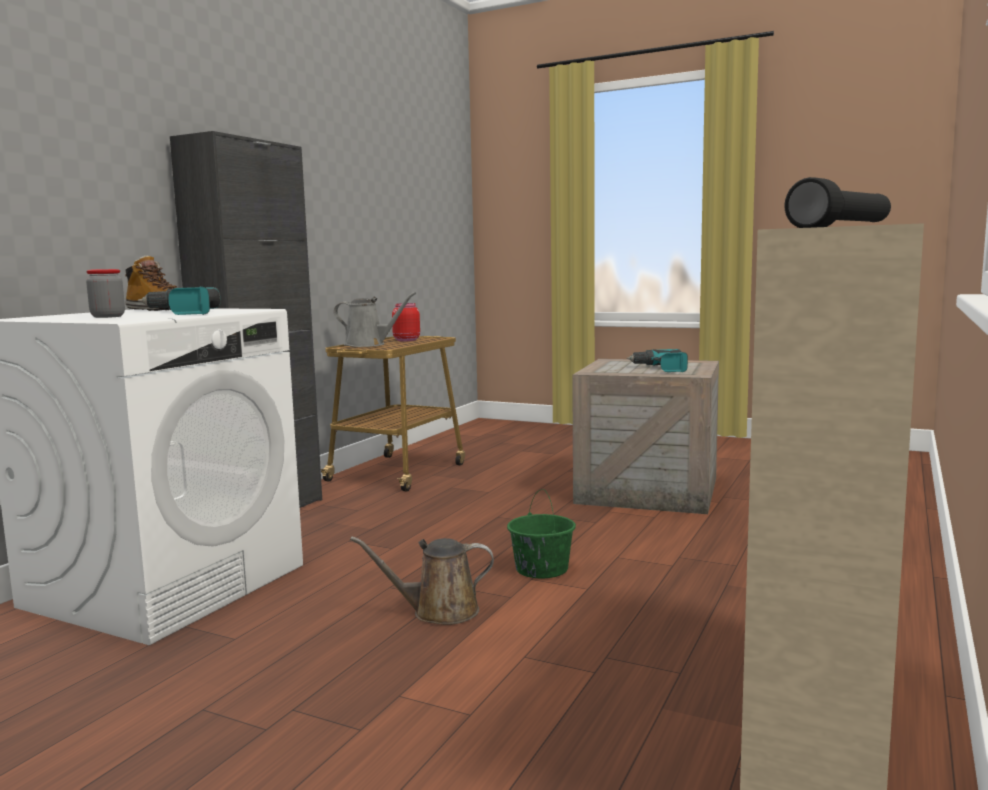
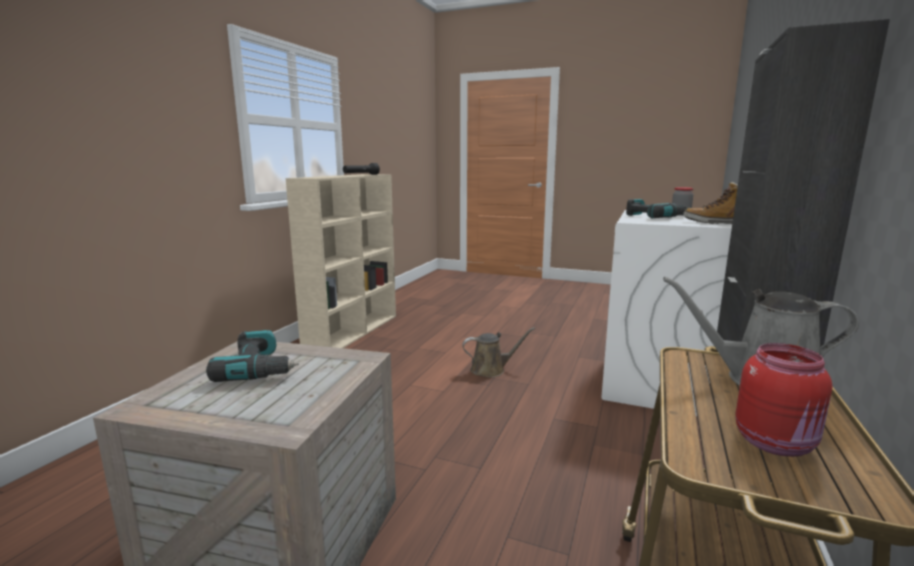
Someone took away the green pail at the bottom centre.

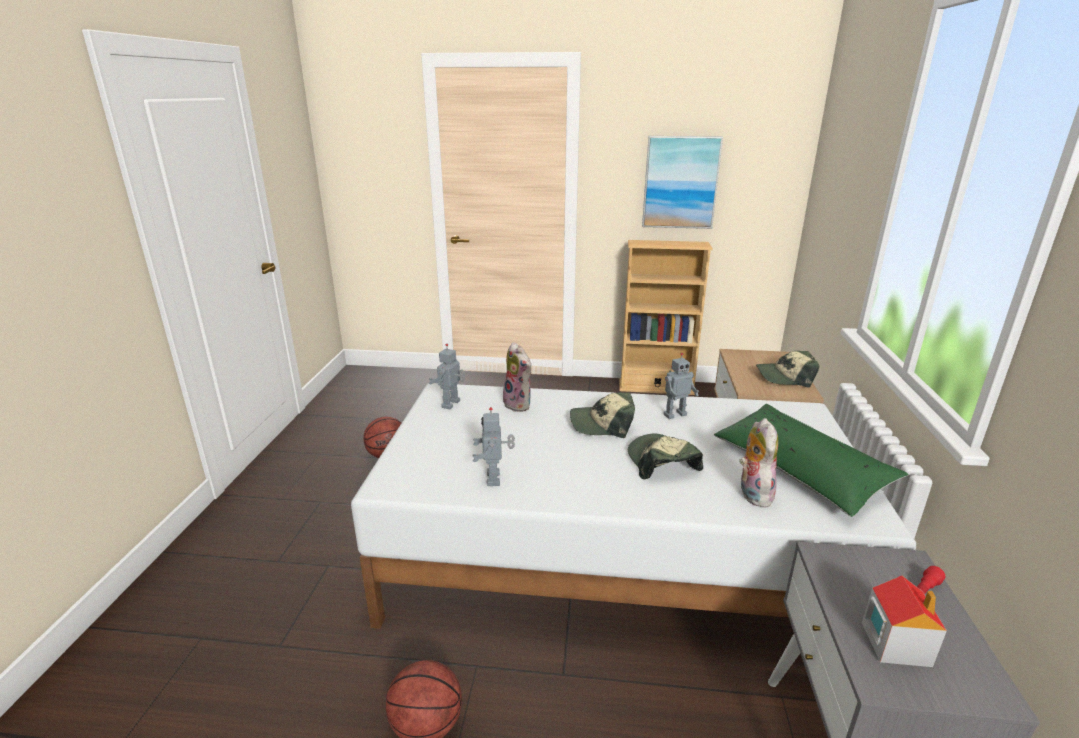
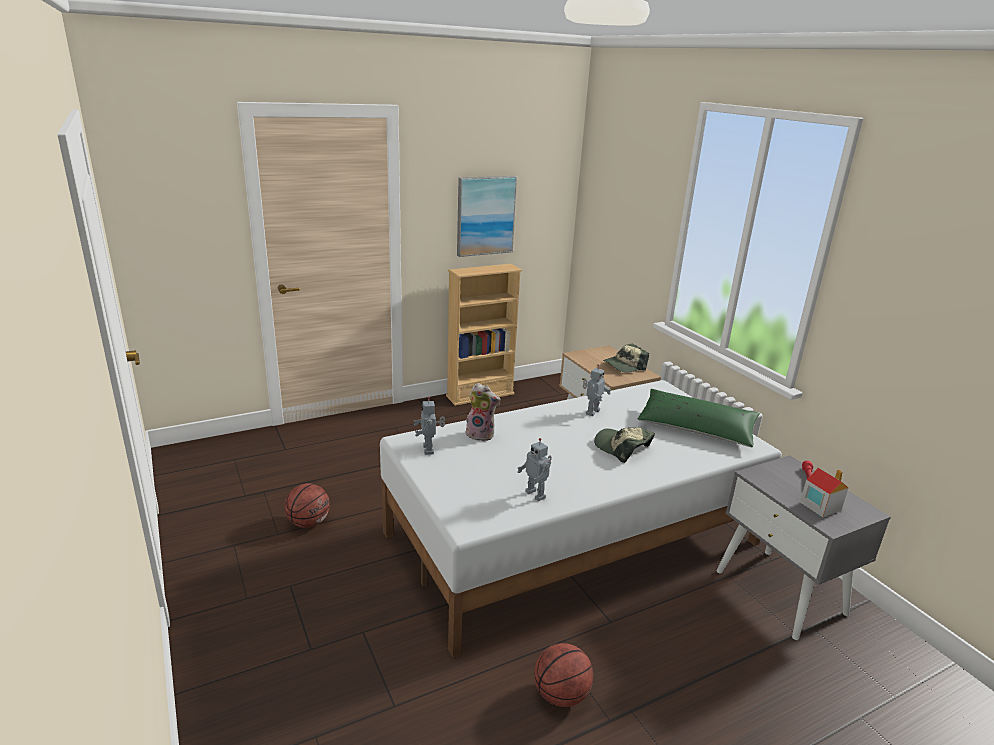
Someone took away the cap (no. 1 from left) at the centre. Someone took away the soft toy (no. 2 from left) at the middle right.

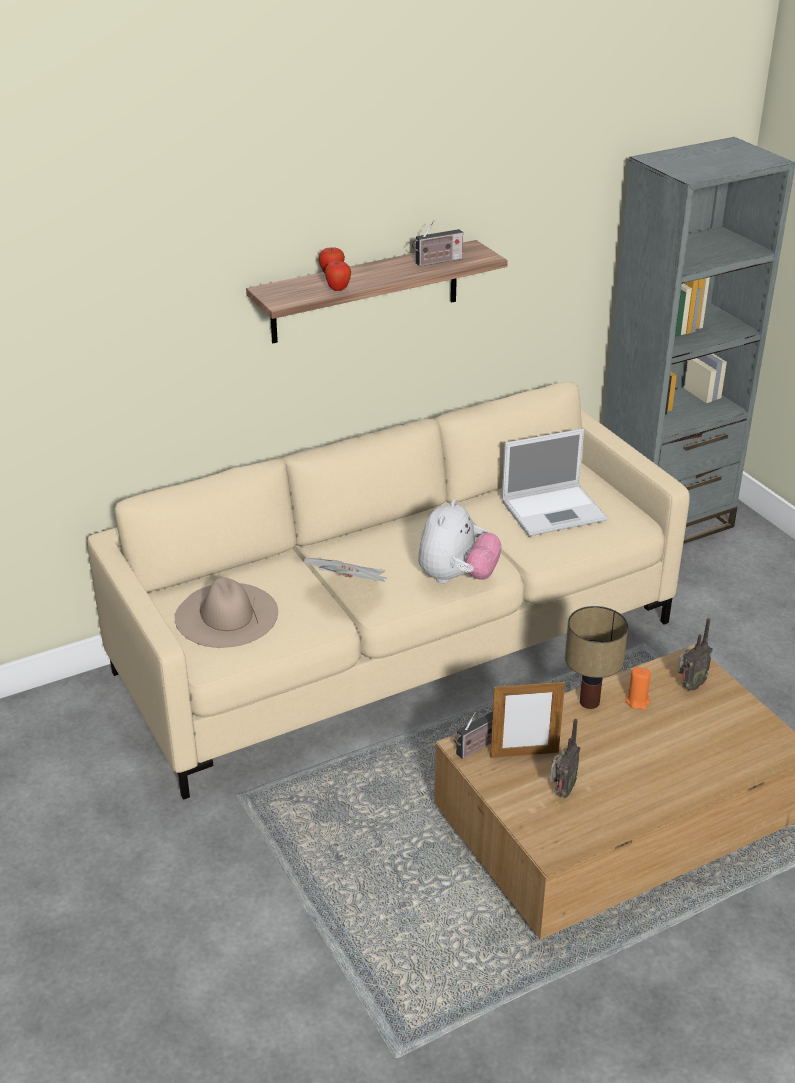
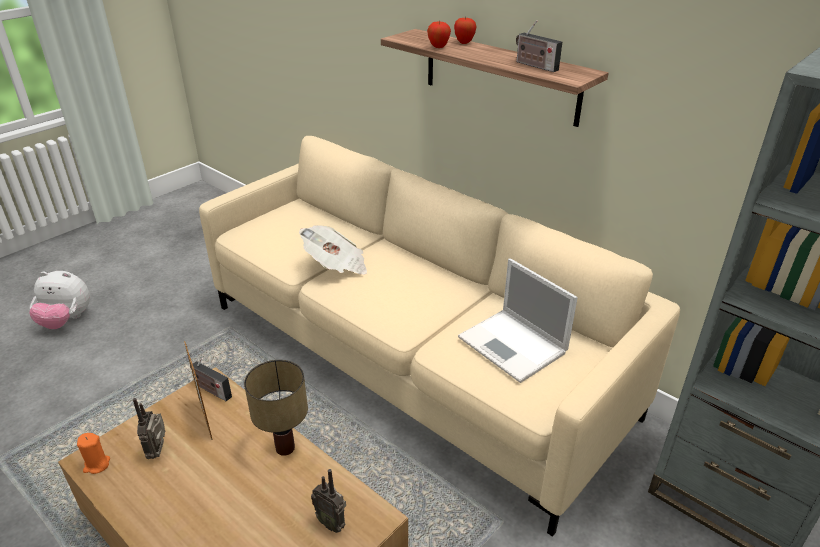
Someone carried the soft toy from the centre to the middle left. Someone carried the orangey wax light from the middle right to the bottom left. Someone rotated the radio receiver (no. 3 from left in the first image) at the bottom right by 75 degrees clockwise. Someone took away the sand-coloured wearable hat at the middle left.

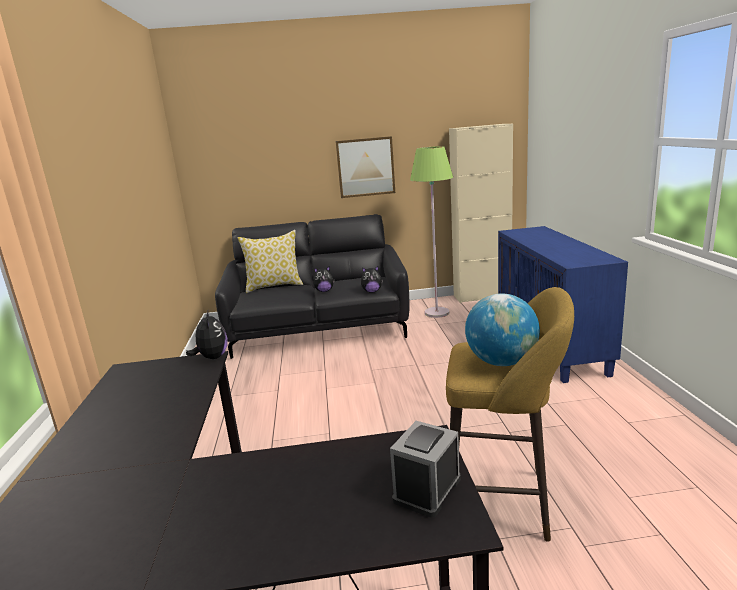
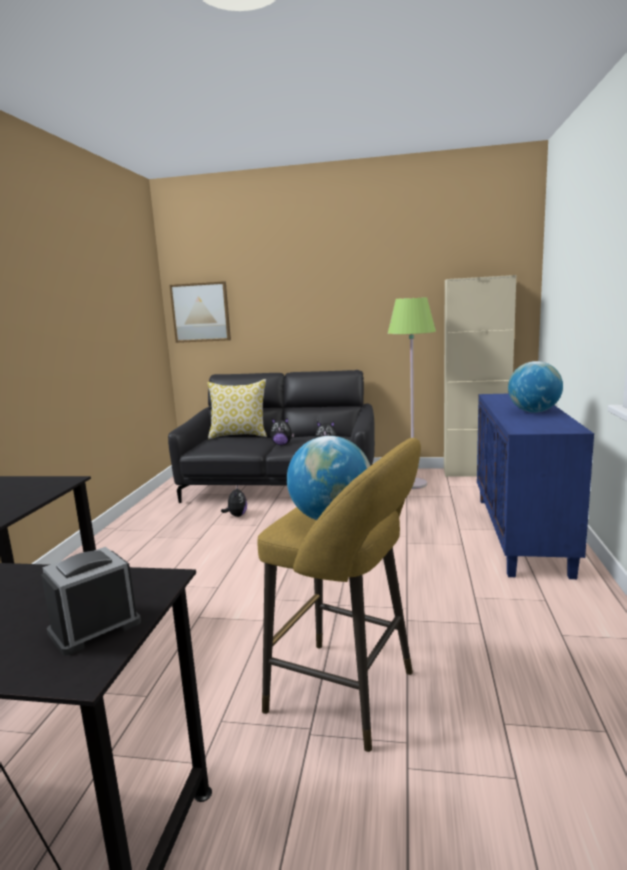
Someone carried the wall art from the top centre to the middle left. Someone carried the soft toy (no. 1 from left) from the middle left to the centre. Someone put down the desk globe (no. 2 from left) at the middle right.

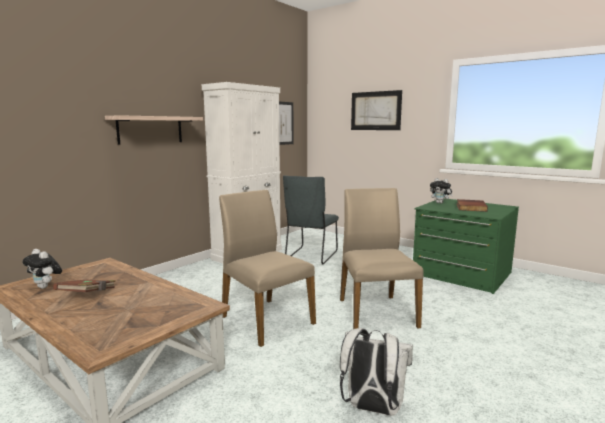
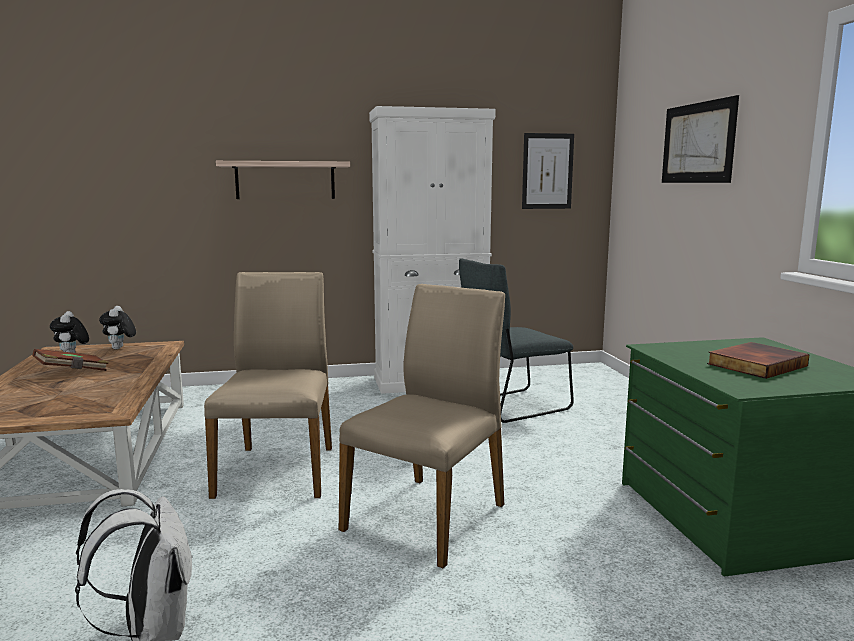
Someone carried the soft toy (no. 2 from left) from the middle right to the middle left.

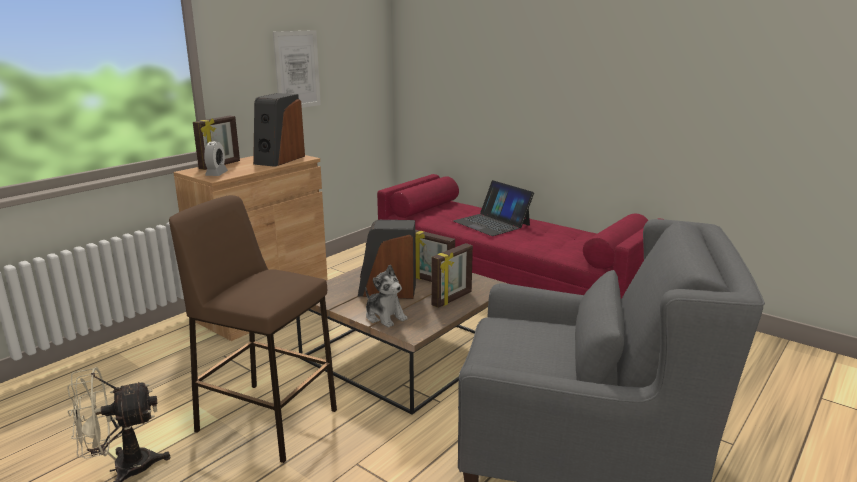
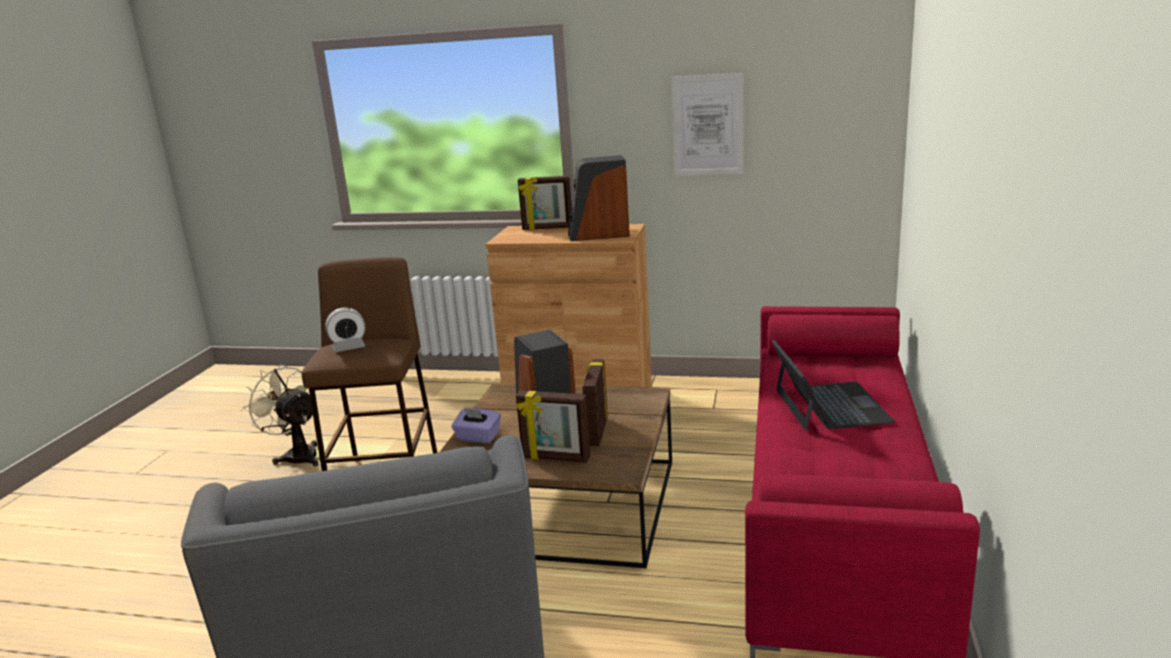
Someone carried the bedside clock from the top left to the middle left. Someone swapped the soft toy at the centre for the purple-coloured box of tissues at the centre. Someone rotated the laptop at the centre by 150 degrees clockwise.

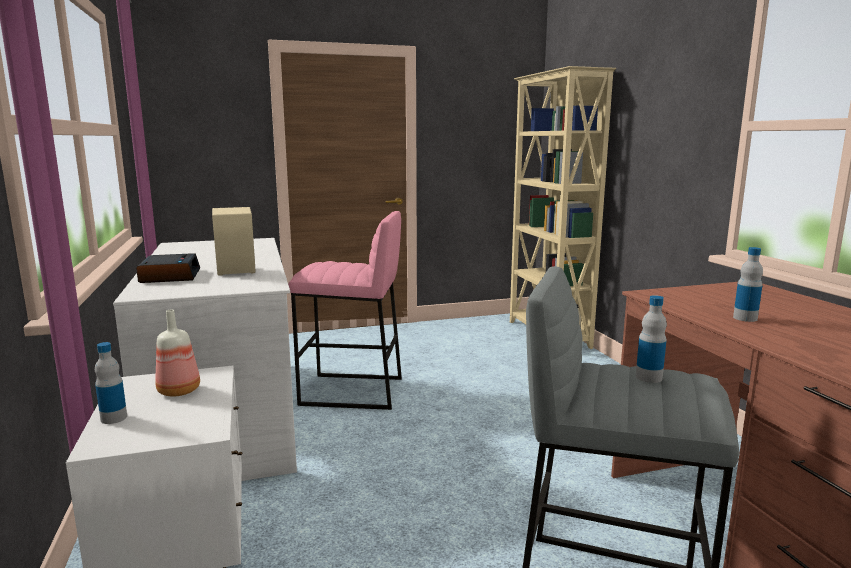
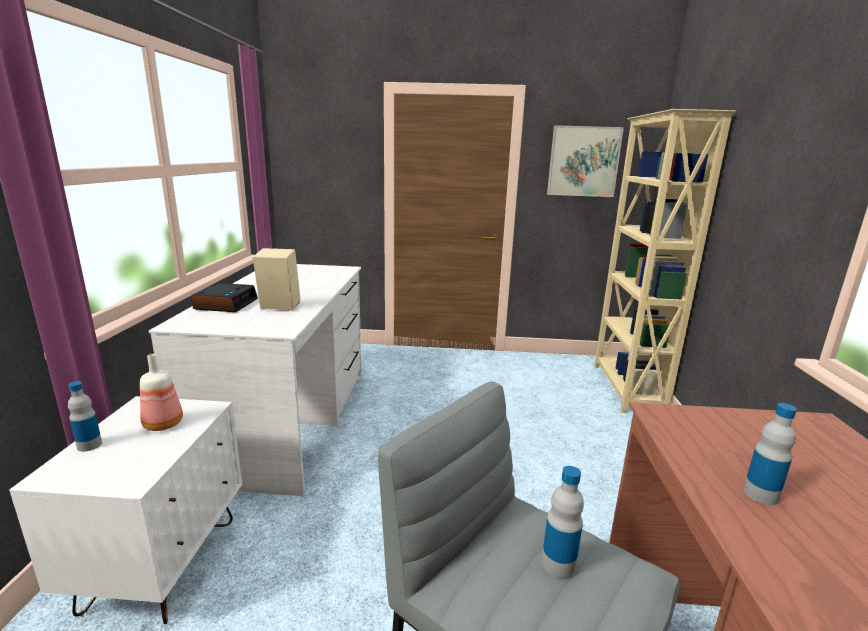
Someone put up the wall art at the top right. Someone took away the pinkish stool seat at the centre.

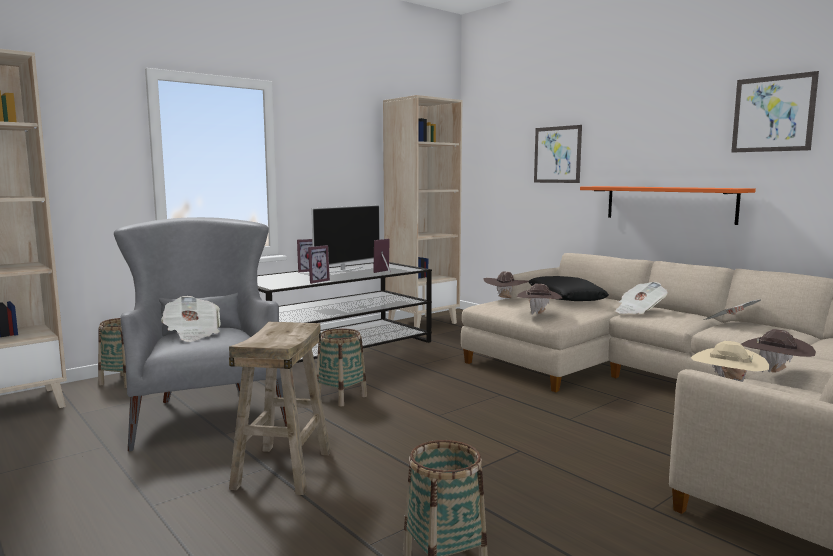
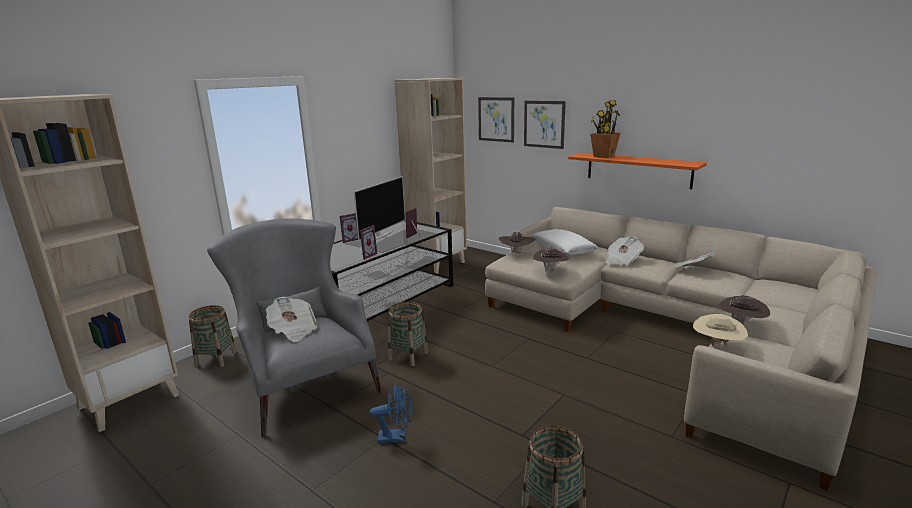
Someone swapped the sand-coloured stool seat at the bottom centre for the blue fan at the bottom centre. Someone carried the wall art (no. 2 from left in the first image) from the top right to the top centre. Someone repainted the black-coloured cushion at the middle right, which became the whitish cushion at the centre. Someone put down the plant in a pot at the top centre.

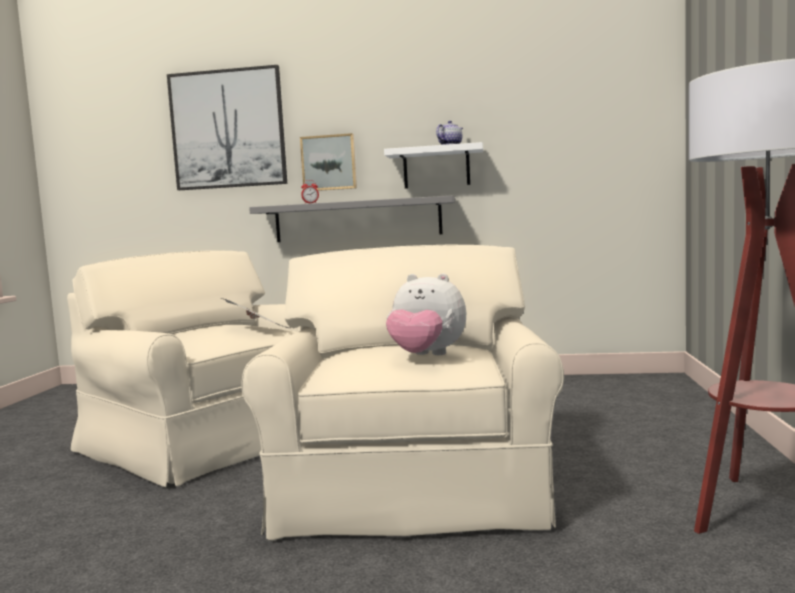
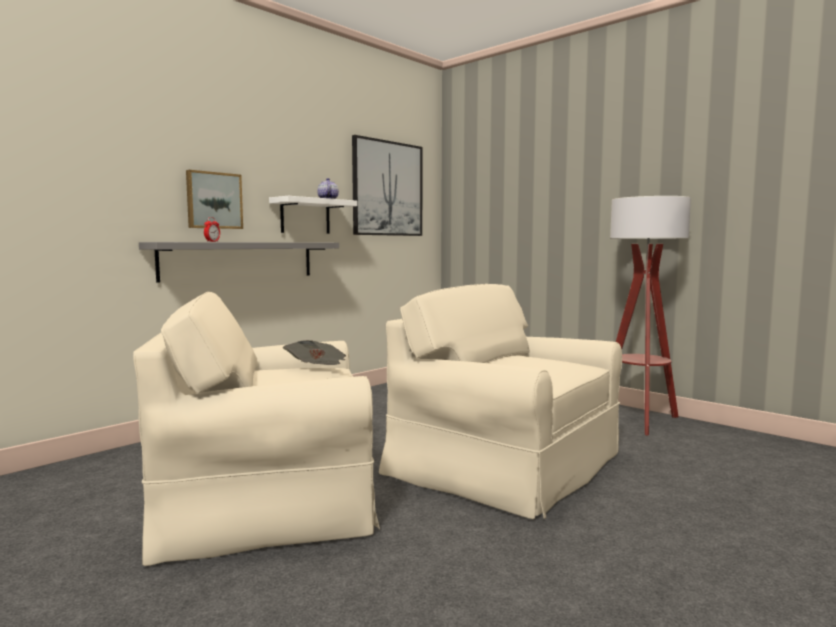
Someone carried the wall art (no. 1 from left in the first image) from the top left to the top centre. Someone took away the soft toy at the centre.

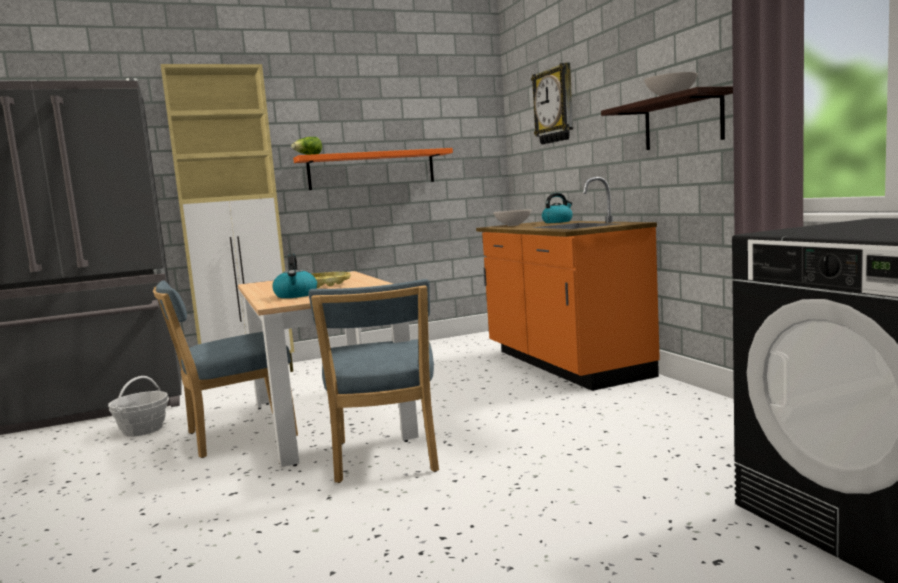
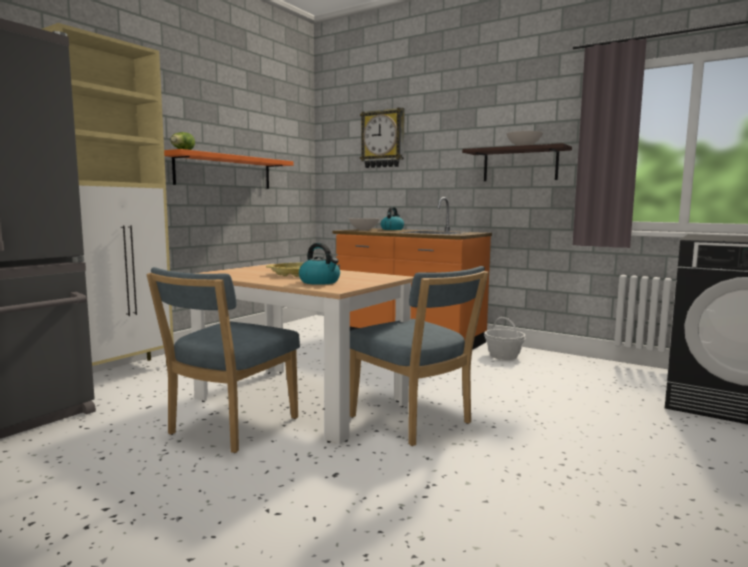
Someone carried the household basket from the bottom left to the middle right.

